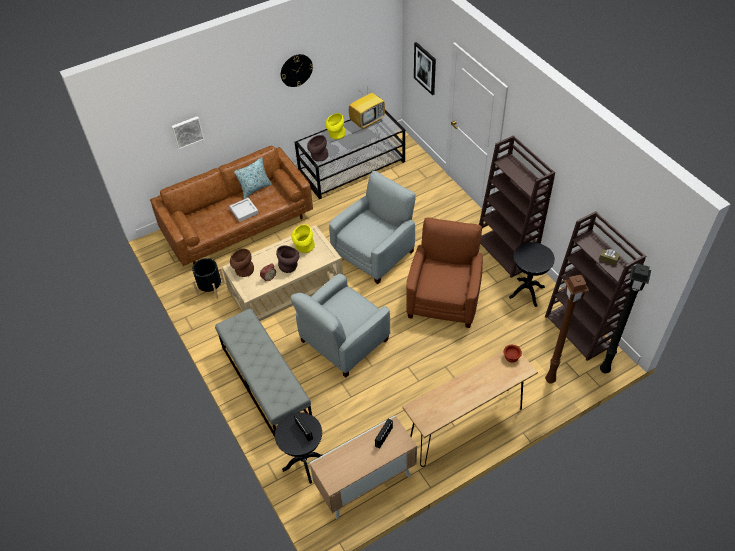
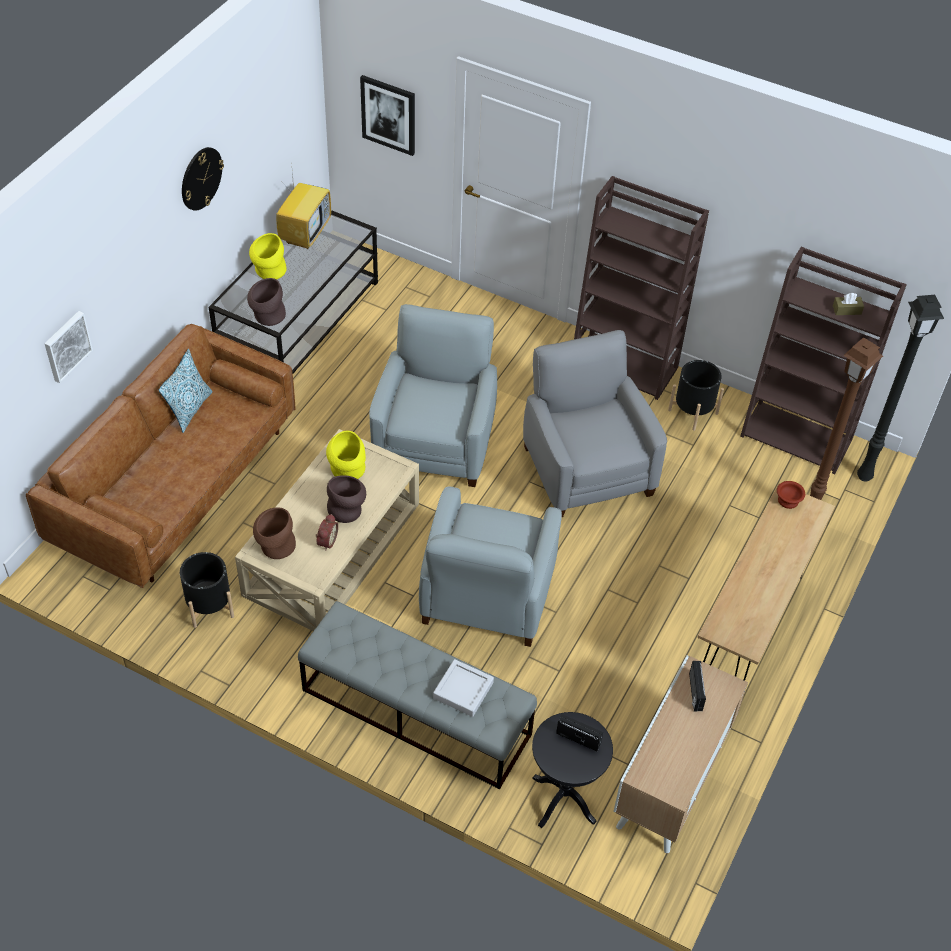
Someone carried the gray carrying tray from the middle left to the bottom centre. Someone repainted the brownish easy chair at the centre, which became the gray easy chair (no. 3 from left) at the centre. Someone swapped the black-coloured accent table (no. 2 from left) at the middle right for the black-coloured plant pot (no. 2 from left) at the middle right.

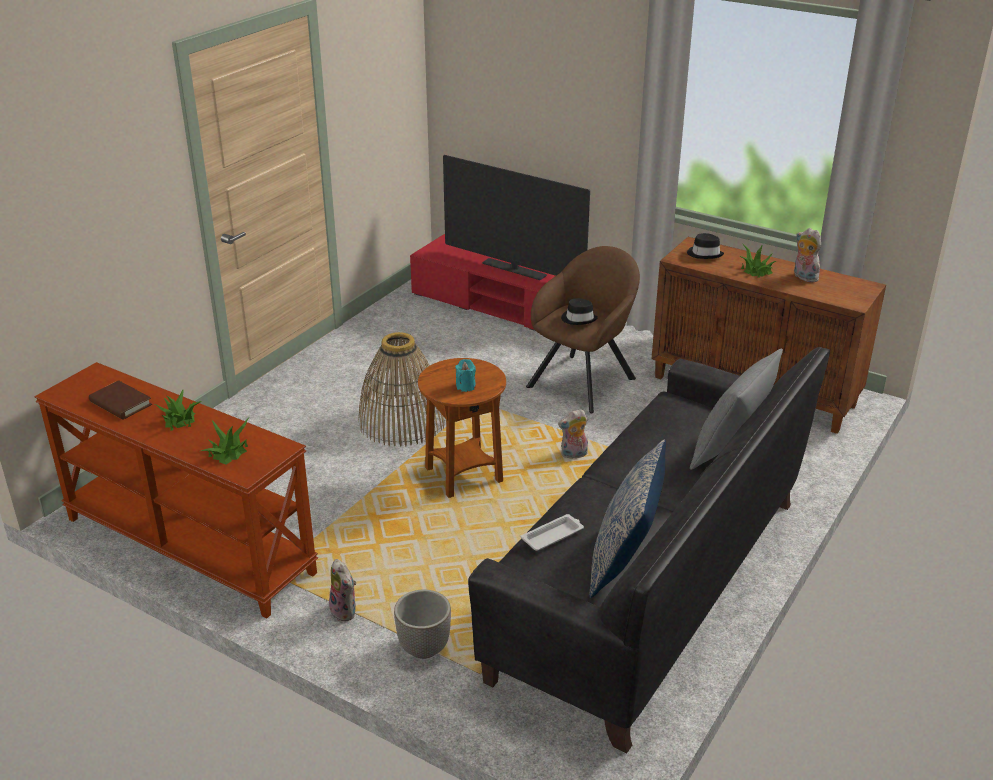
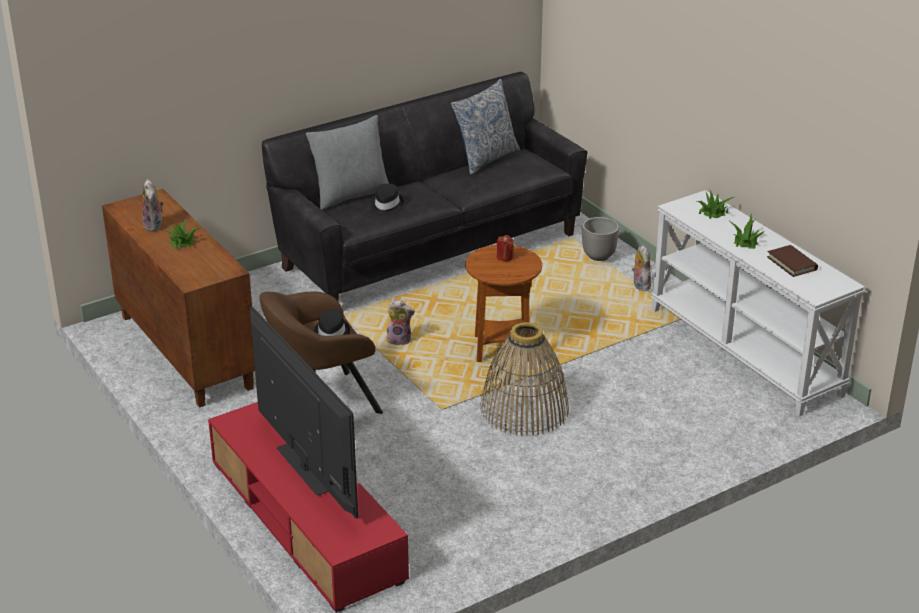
Someone carried the black-coloured wearable hat (no. 2 from left) from the top right to the top centre. Someone repainted the turquoise wax light at the centre, which became the red wax light at the centre. Someone repainted the brownish hall table at the middle left, which became the whitish hall table at the middle right. Someone took away the whitish carrying tray at the bottom centre.

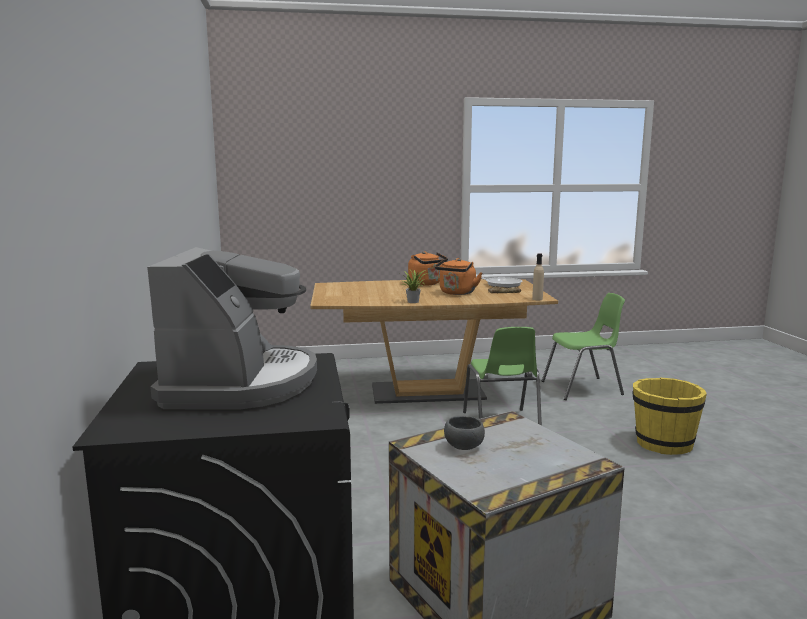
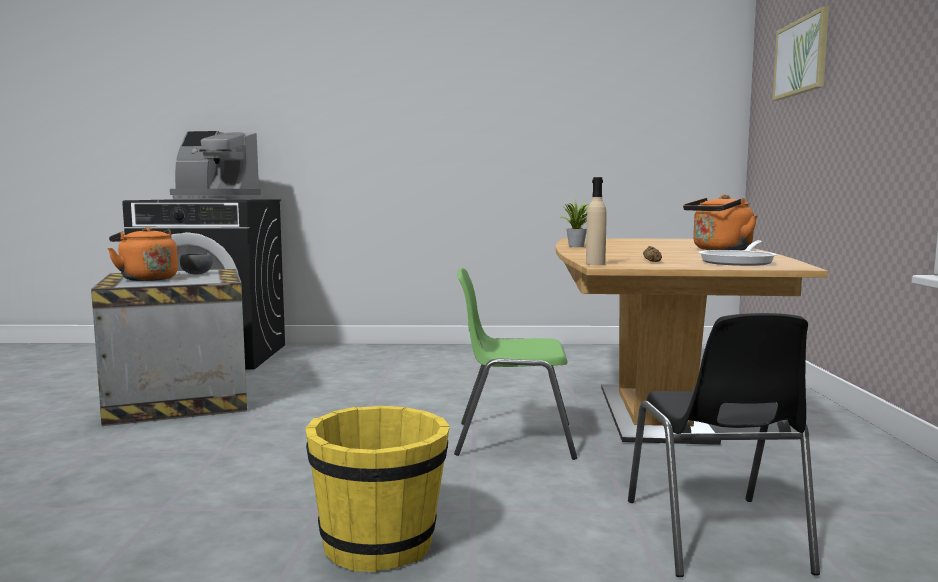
Someone carried the orangey tea kettle (no. 2 from left in the first image) from the centre to the middle left. Someone repainted the green plain chair (no. 2 from left) at the middle right, which became the black-coloured plain chair at the bottom right. Someone put up the wall art at the top right.

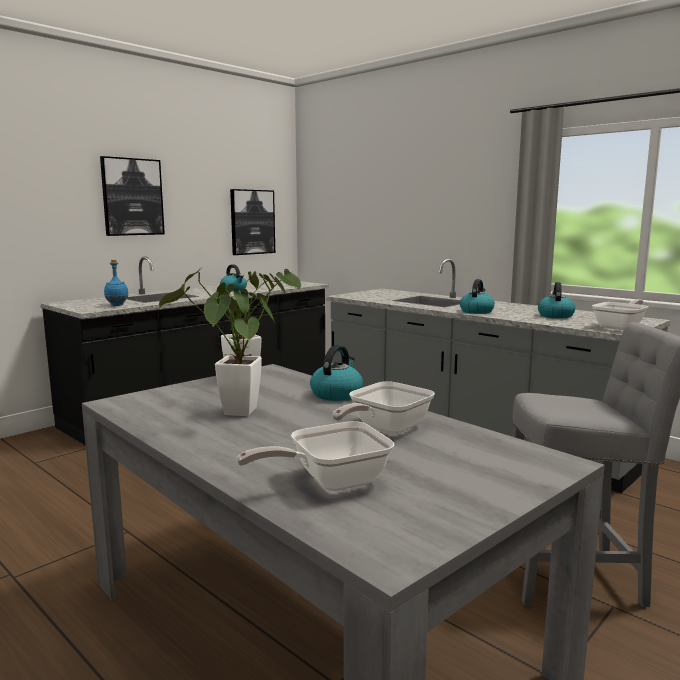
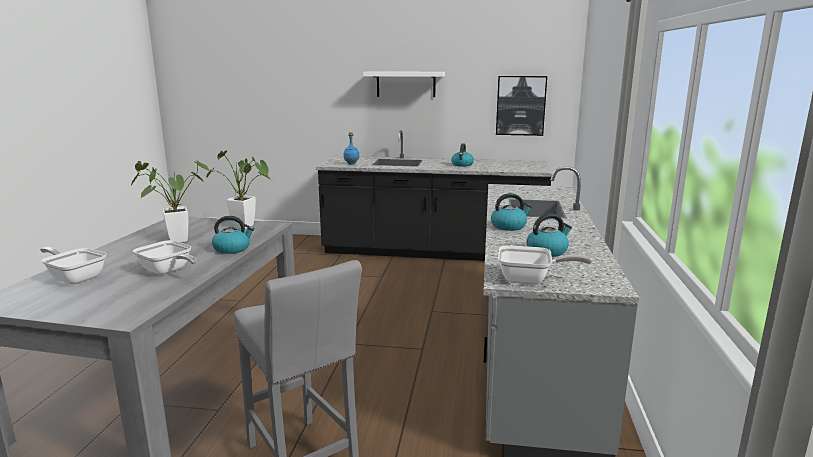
Someone rotated the skillet (no. 2 from left) at the centre by 150 degrees counterclockwise. Someone swapped the wall art (no. 1 from left) at the top left for the whitish bracket shelf at the top centre.

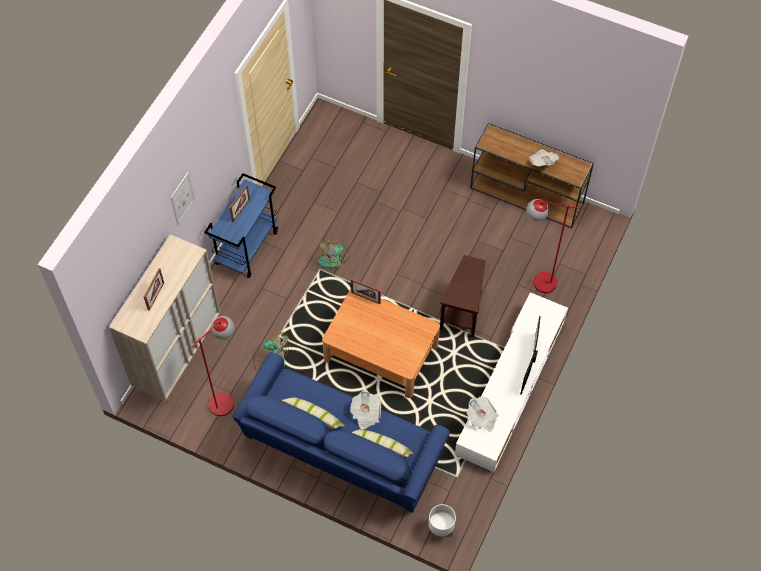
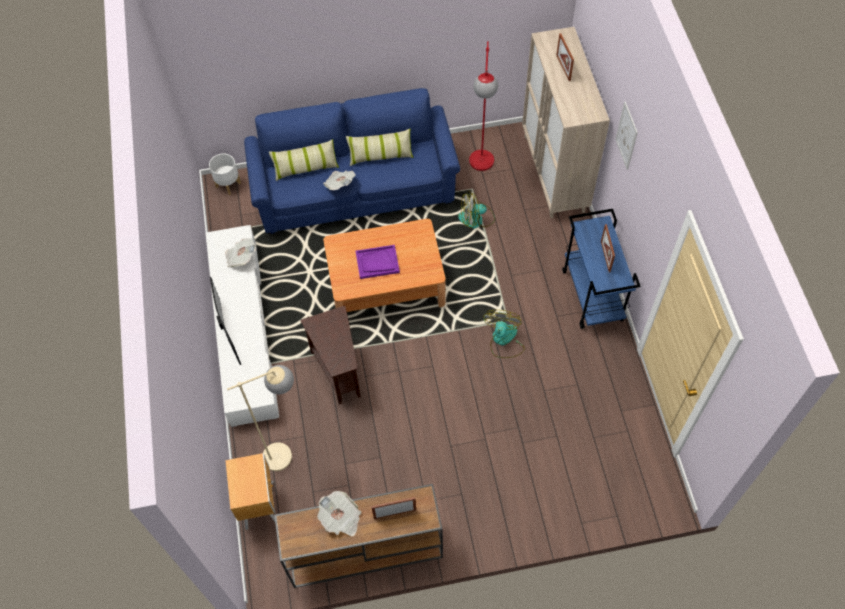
Someone put down the brownish night table at the bottom left. Someone repainted the red floor lamp (no. 2 from left) at the middle right, which became the sand-coloured floor lamp at the bottom left. Someone put down the purple-coloured carrying tray at the centre. Someone carried the photo frame (no. 3 from left in the first image) from the centre to the bottom centre.

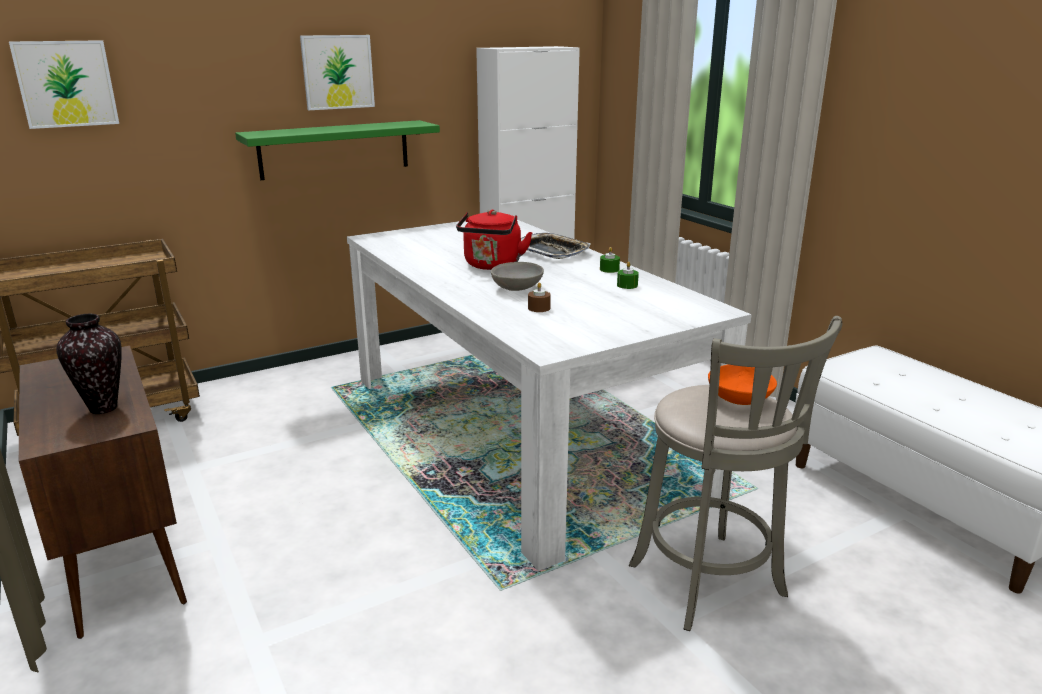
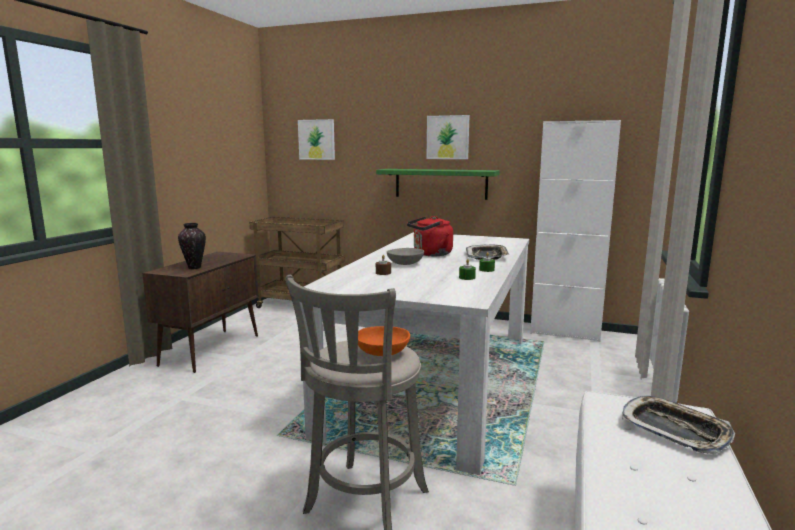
Someone put down the carrying tray (no. 2 from left) at the bottom right.

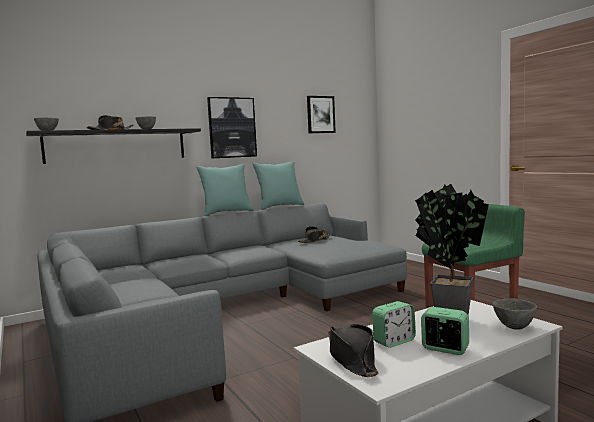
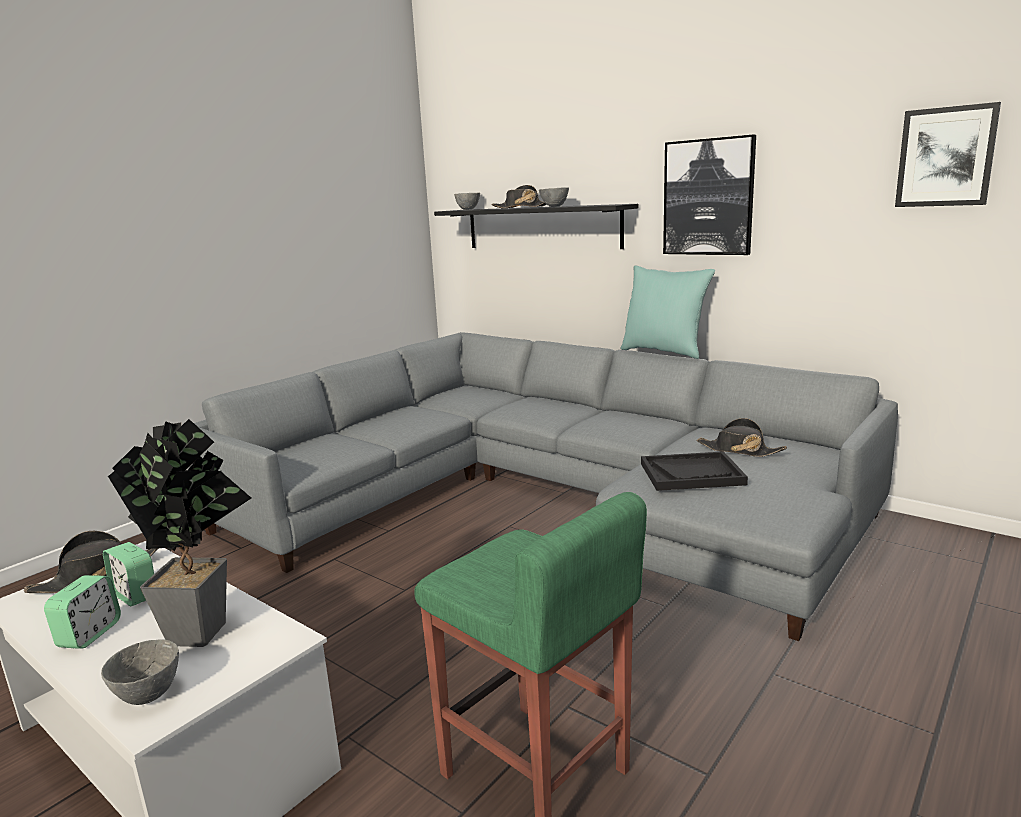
Someone put down the black-coloured carrying tray at the middle right. Someone took away the turquoise cushion (no. 2 from left) at the centre.

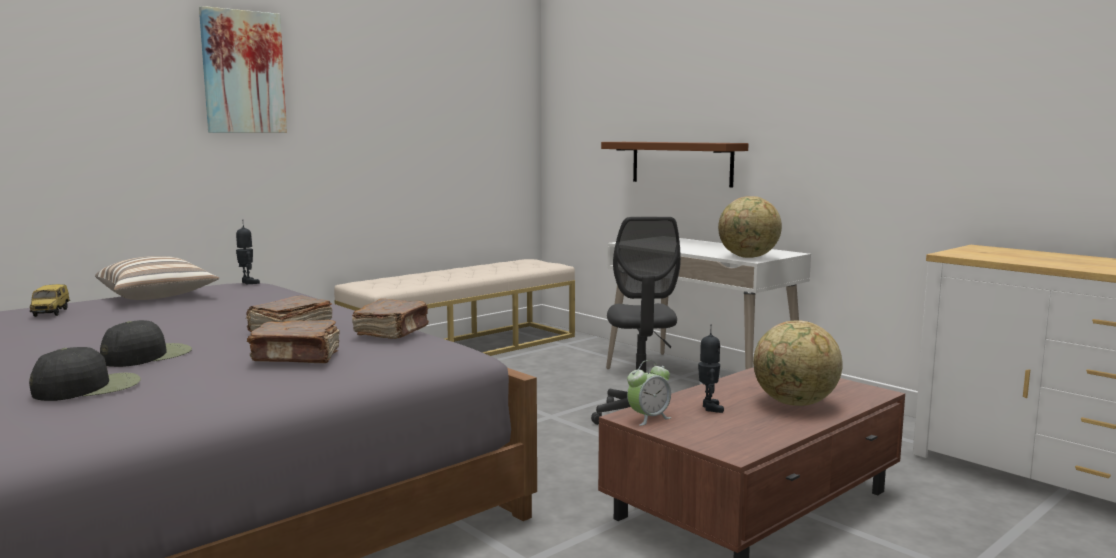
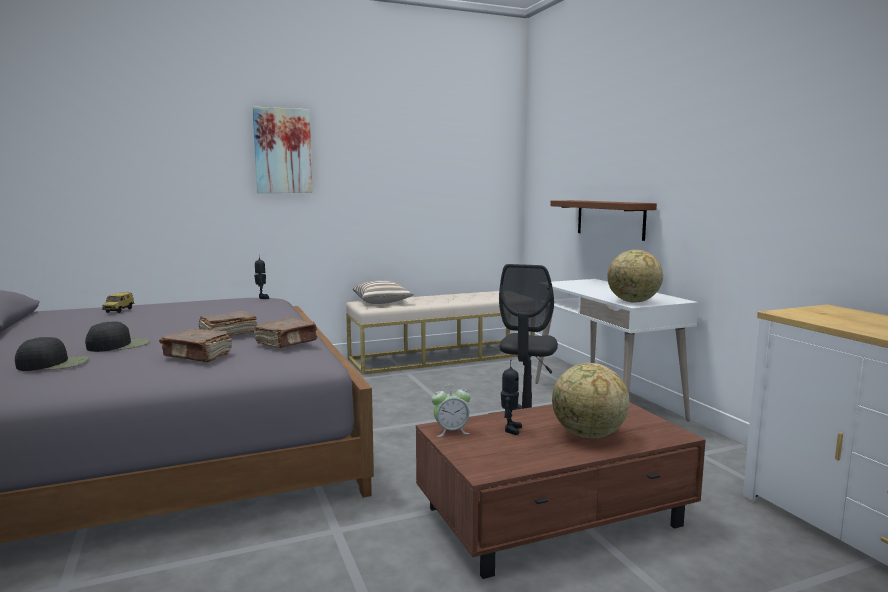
Someone carried the cushion from the middle left to the centre.

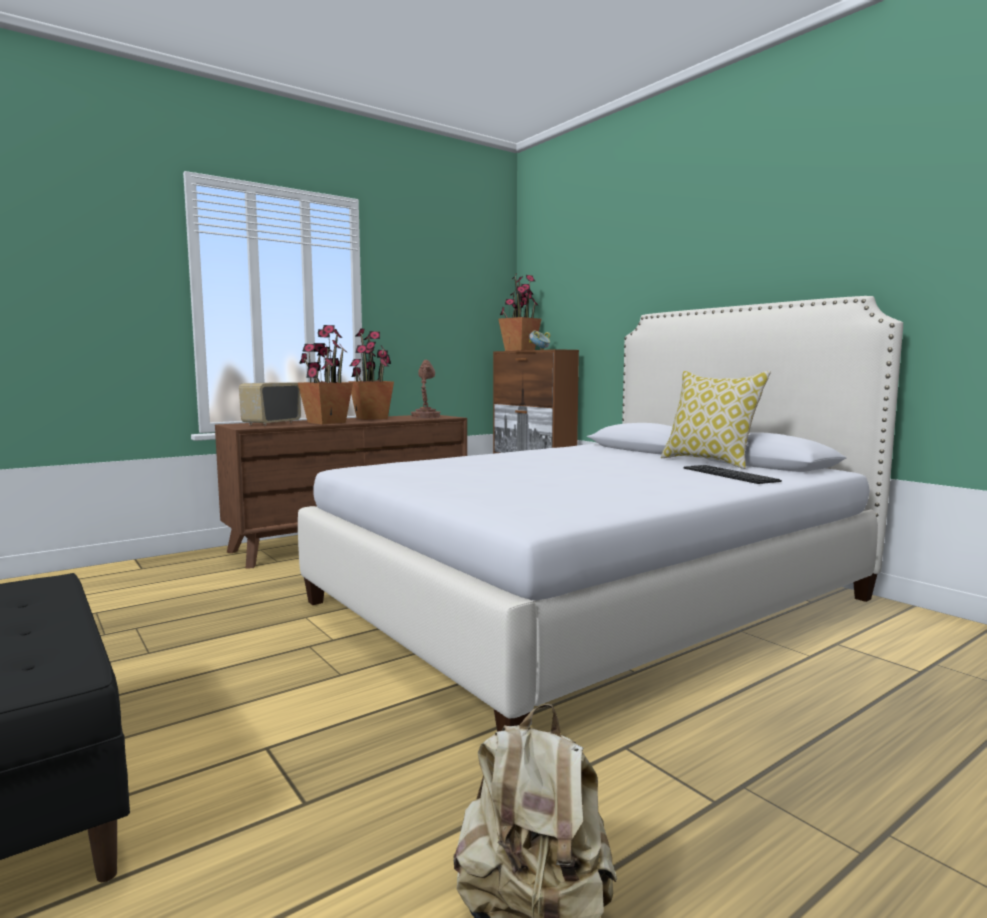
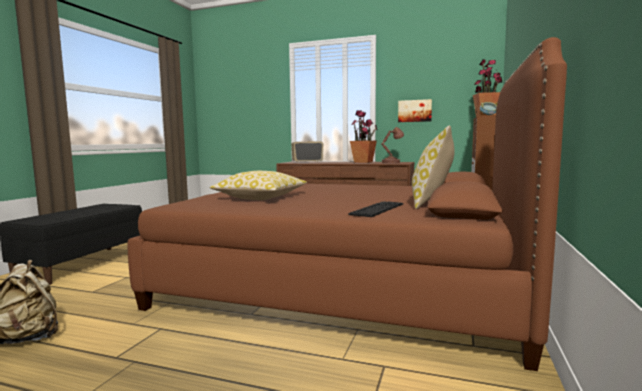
Someone repainted the whitish bed at the centre, which became the brownish bed at the centre. Someone put down the cushion (no. 1 from left) at the centre. Someone put up the wall art at the top centre. Someone took away the plant in a pot (no. 1 from left) at the middle left.

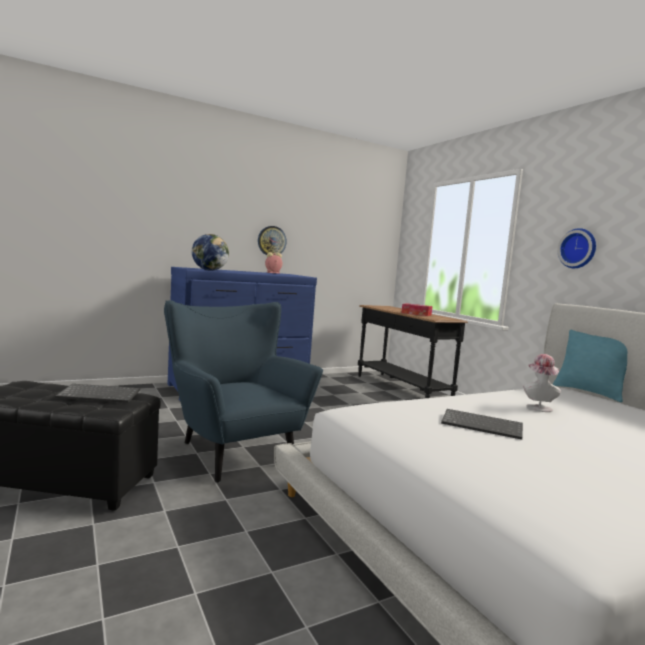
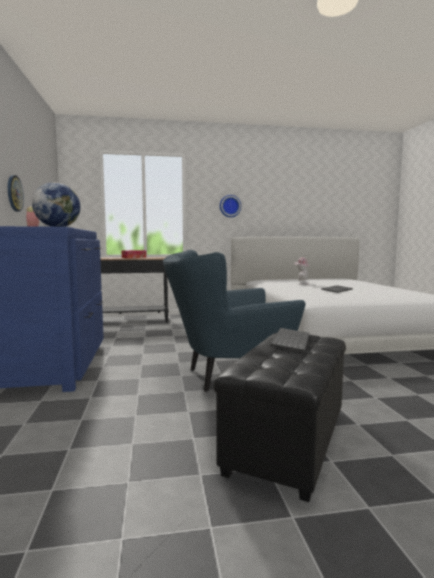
Someone took away the turquoise cushion at the middle right.

